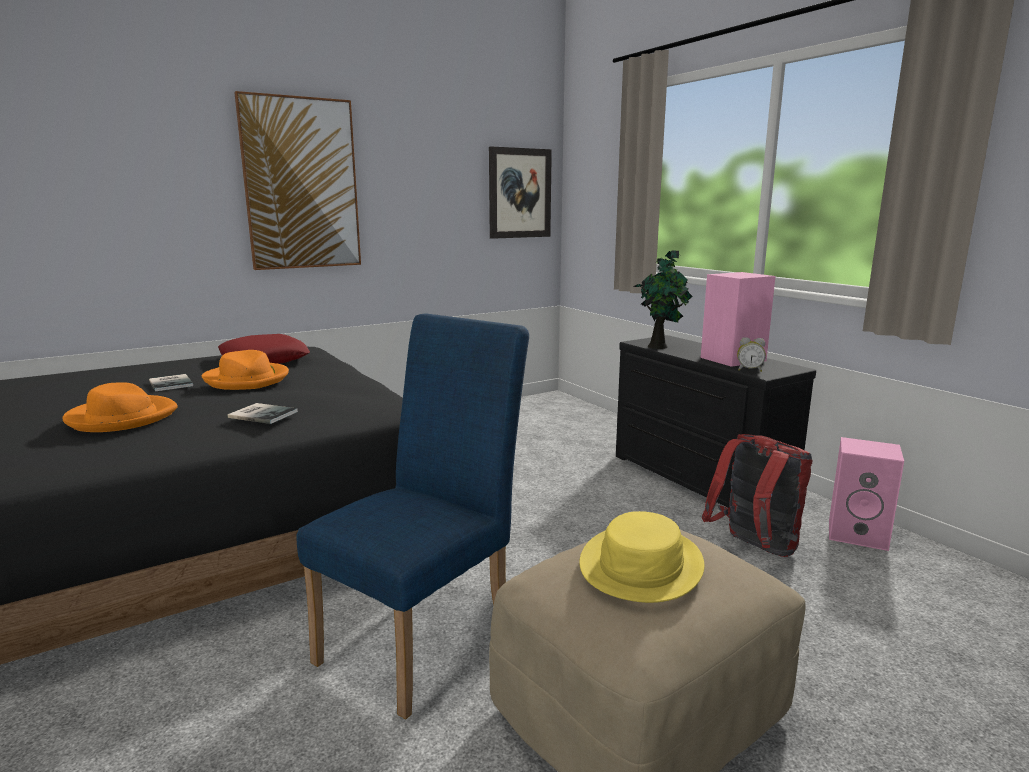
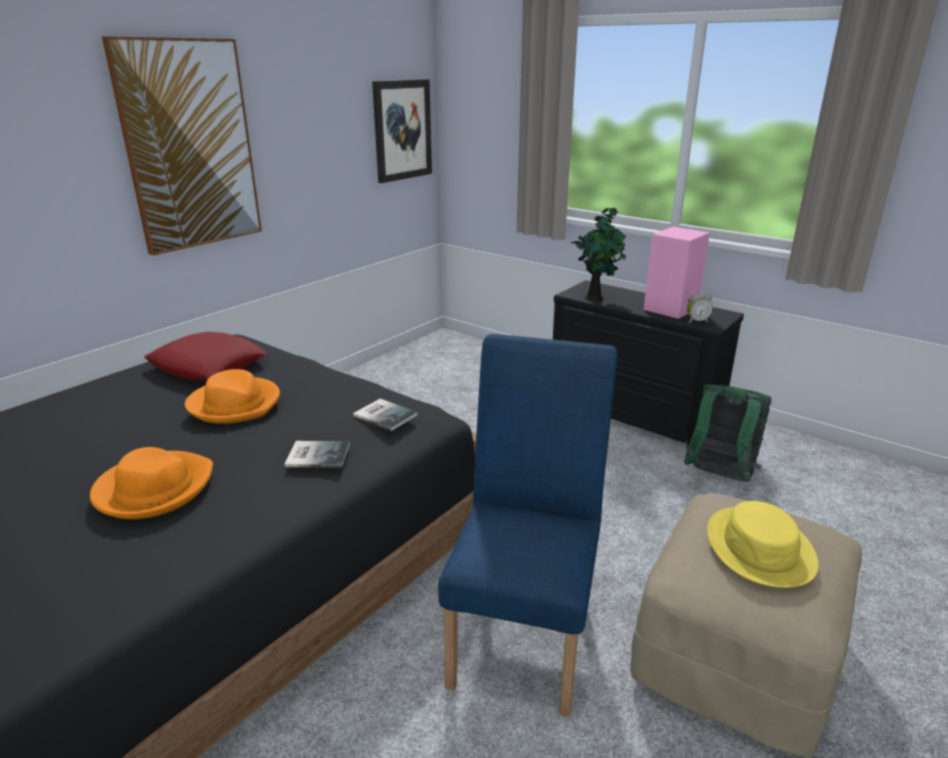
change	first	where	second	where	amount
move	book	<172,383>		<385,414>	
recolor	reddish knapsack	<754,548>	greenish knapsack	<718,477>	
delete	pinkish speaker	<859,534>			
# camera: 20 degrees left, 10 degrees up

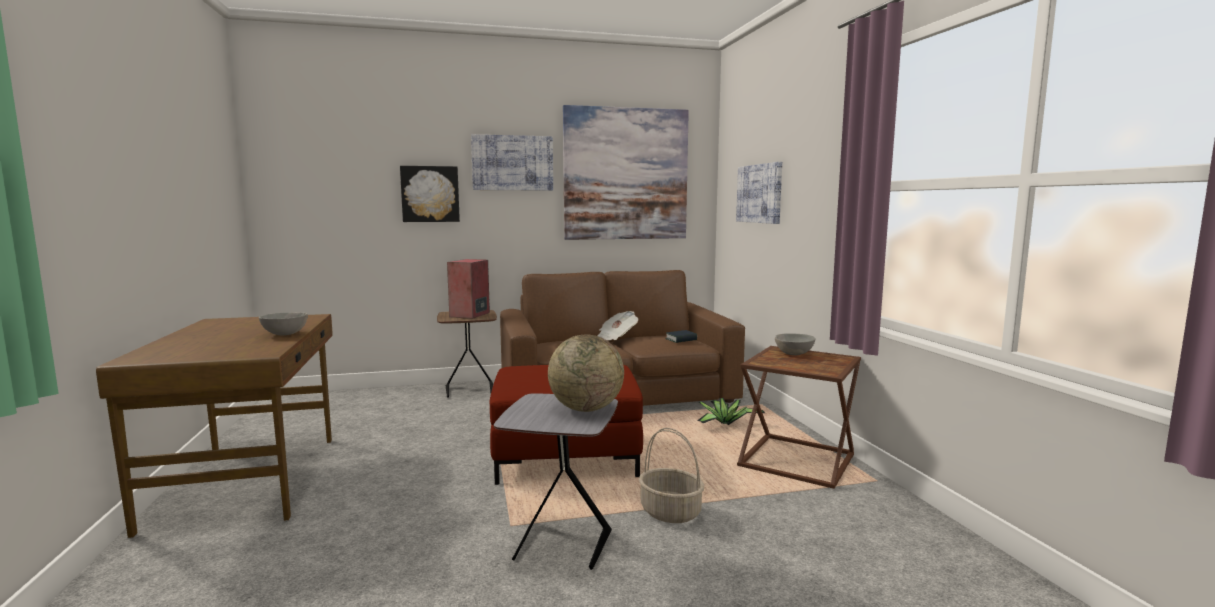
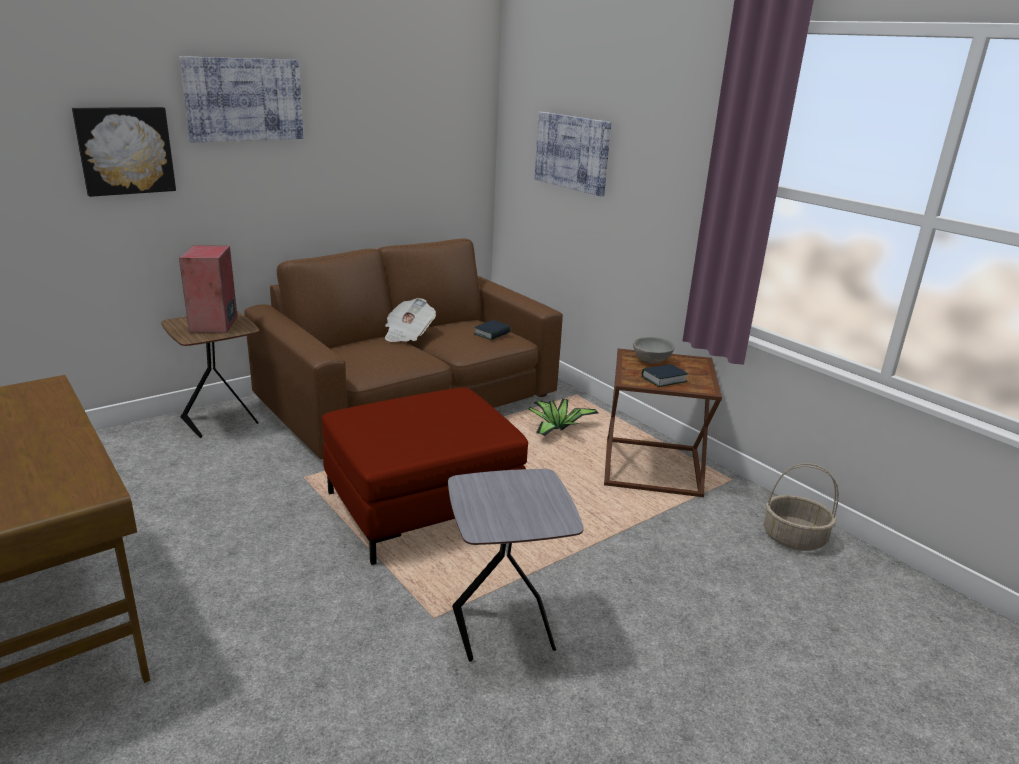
change	first	where	second	where	amount
insert			book	<663,379>	
move	storage basket	<671,512>		<794,538>	
delete	greyish serving bowl	<284,334>			
delete	globe	<586,409>			
delete	wall art	<626,174>			
# camera: 25 degrees left, 15 degrees up

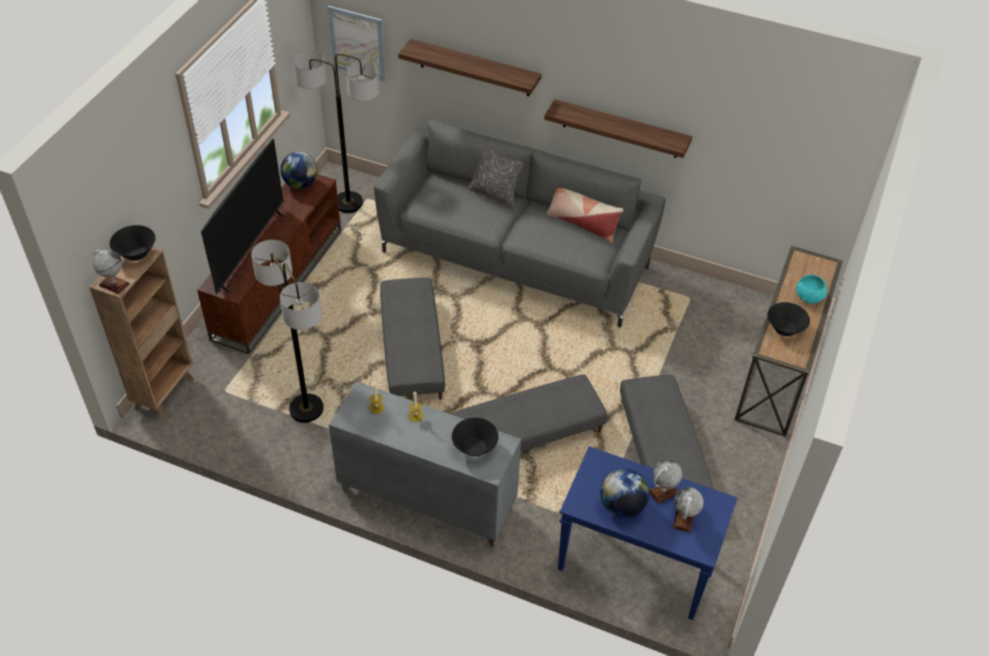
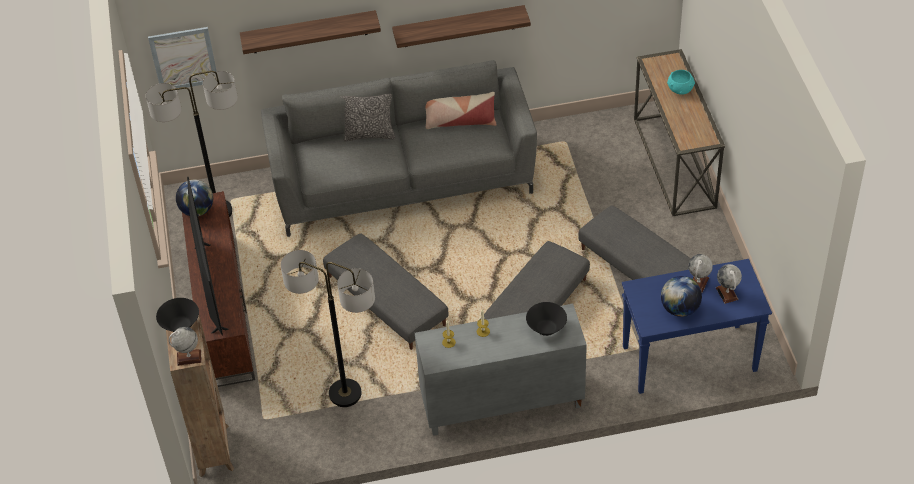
change	first	where	second	where	amount
delete	blackish serving bowl	<784,329>			
# camera: 30 degrees left, 0 degrees up

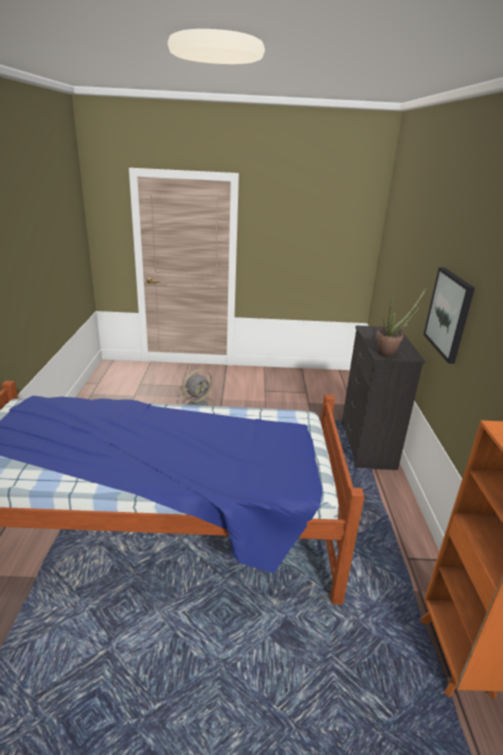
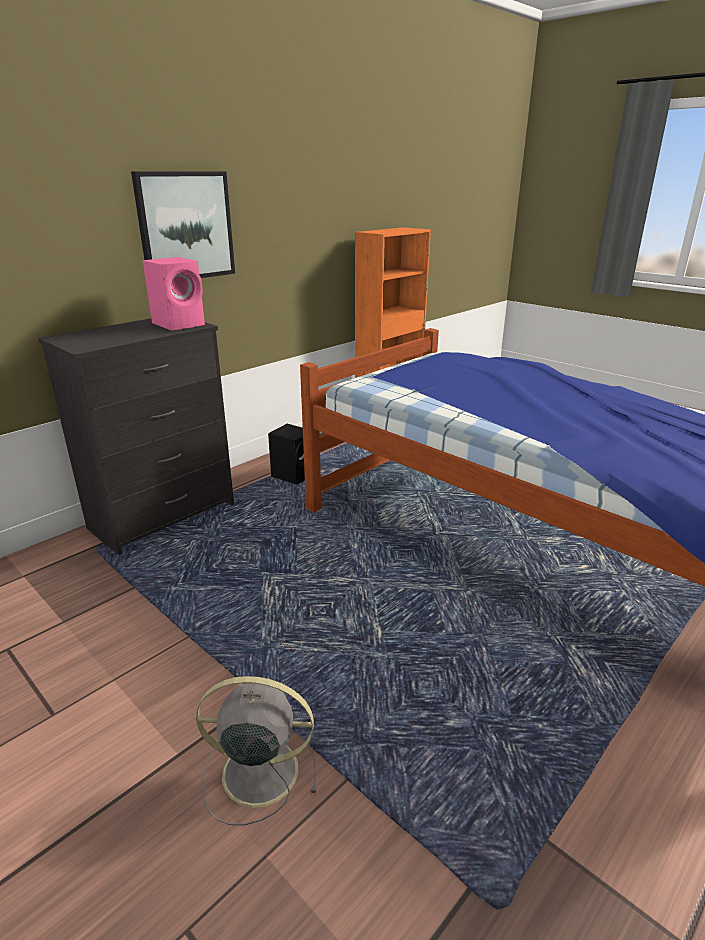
change	first	where	second	where	amount
replace	houseplant	<390,353>	pinkish speaker	<180,324>	
insert			blackish speaker	<294,475>	
# camera: 135 degrees left, 0 degrees up

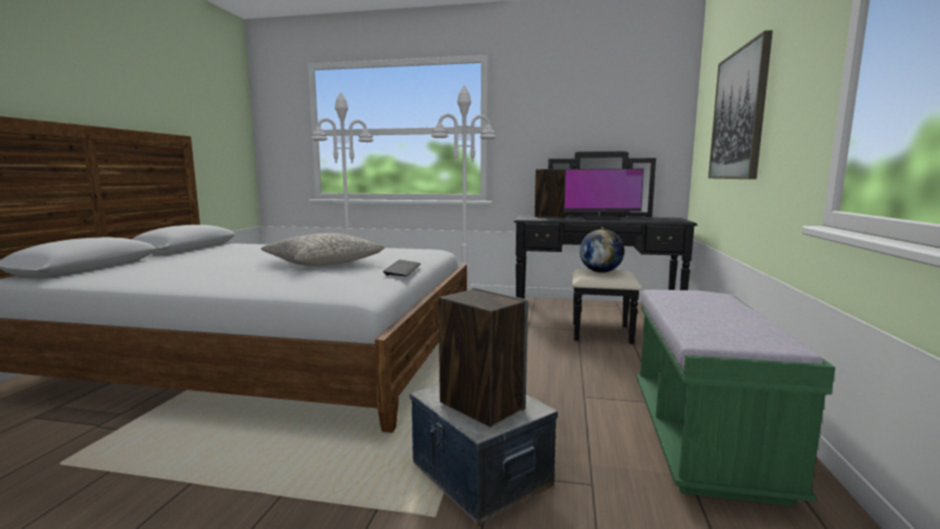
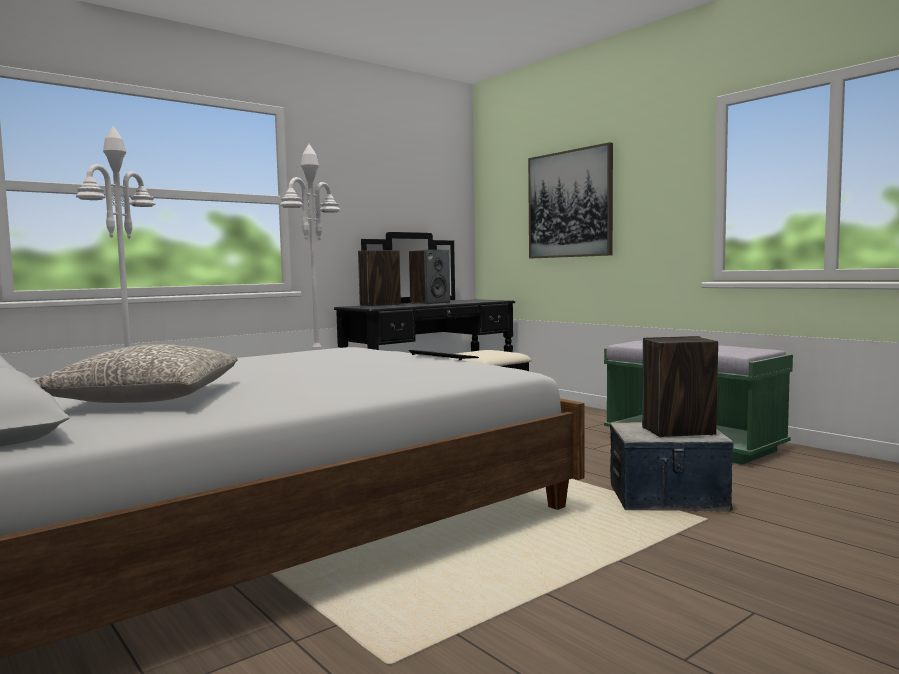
change	first	where	second	where	amount
move	greyish throw pillow	<324,263>		<146,399>	
replace	computer display	<601,218>	speaker	<430,303>	
delete	globe	<600,272>			
# camera: 50 degrees left, 5 degrees down

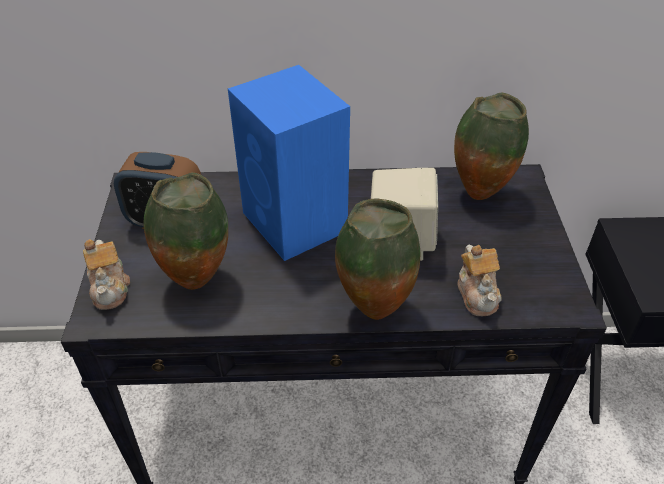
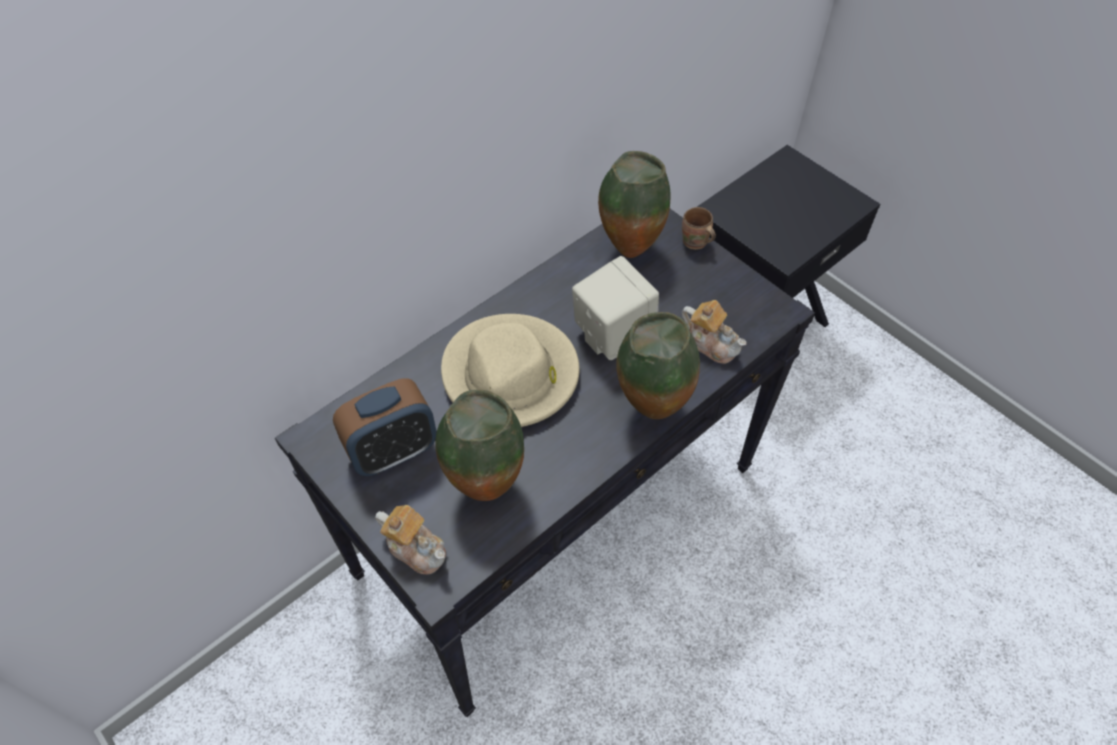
change	first	where	second	where	amount
replace	blue speaker	<296,223>	sand-coloured hat	<511,375>	
insert			brown-coloured mug	<695,243>	
# camera: 40 degrees left, 10 degrees up

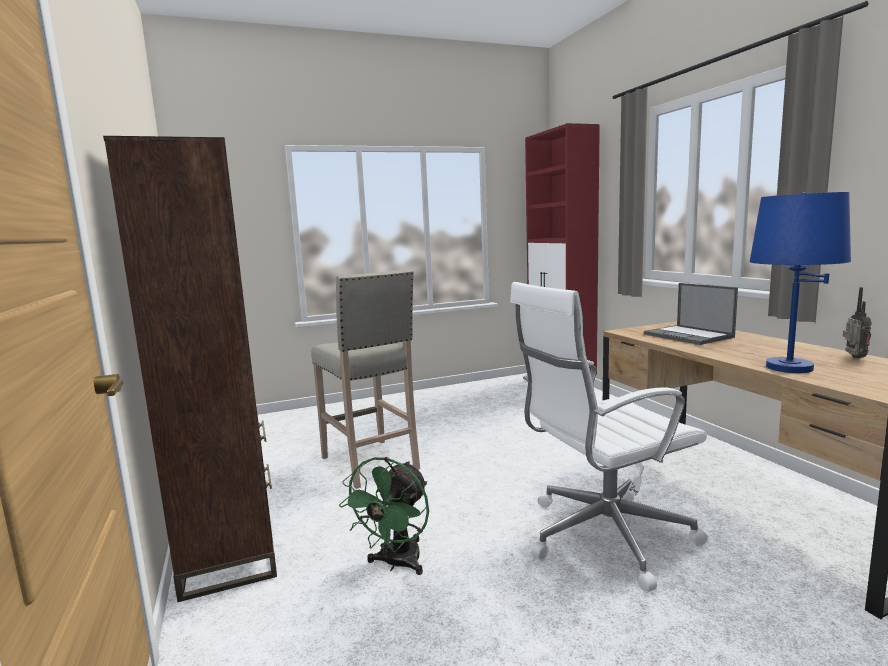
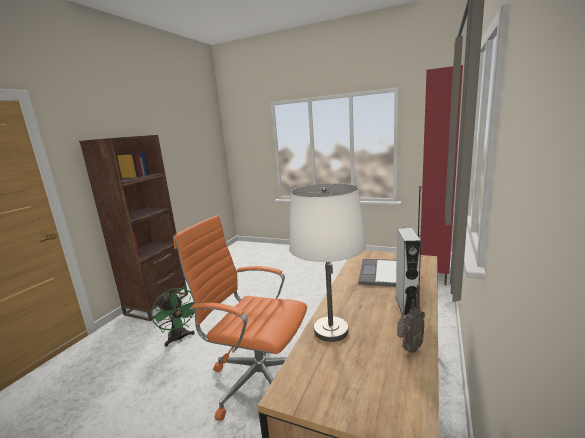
change	first	where	second	where	amount
rotate	greenish fan	<396,564>		<179,338>	105 degrees counterclockwise
recolor	whitish desk chair	<603,536>	orangey desk chair	<258,379>	
recolor	blue tabletop lamp	<789,368>	whitish tabletop lamp	<330,330>	
insert			greyish speaker	<406,306>	
delete	sand-coloured sitting stool	<370,464>			
# camera: 45 degrees right, 5 degrees up

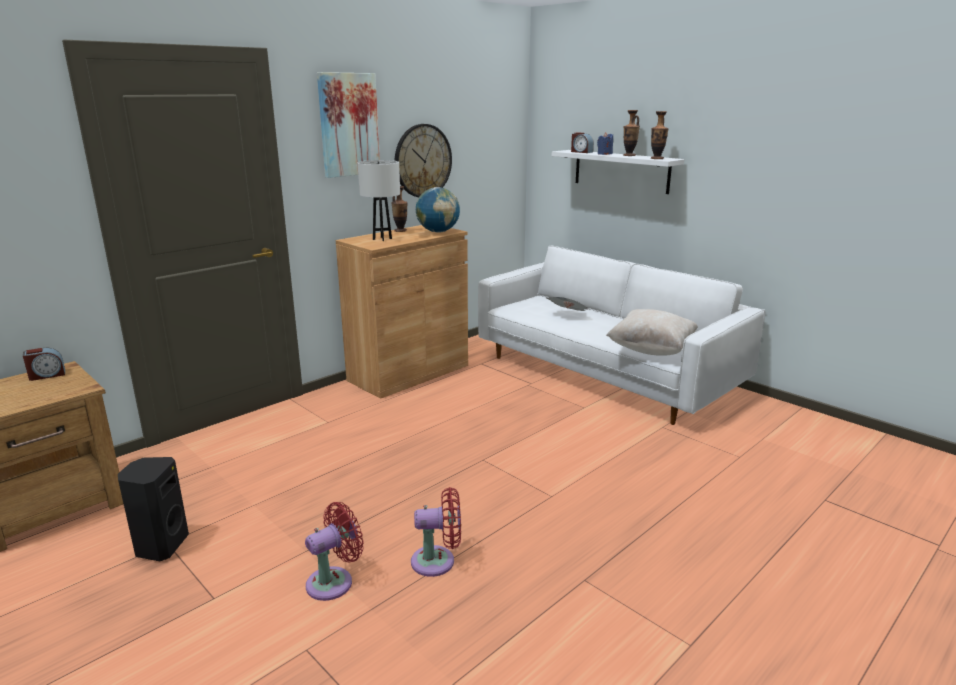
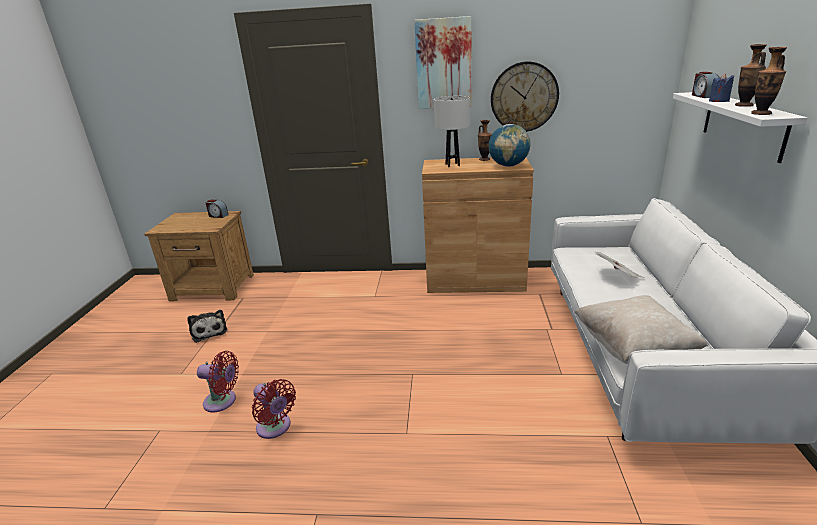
change	first	where	second	where	amount
replace	blackish speaker	<160,546>	cuddly toy	<209,331>	
# camera: 50 degrees right, 5 degrees up

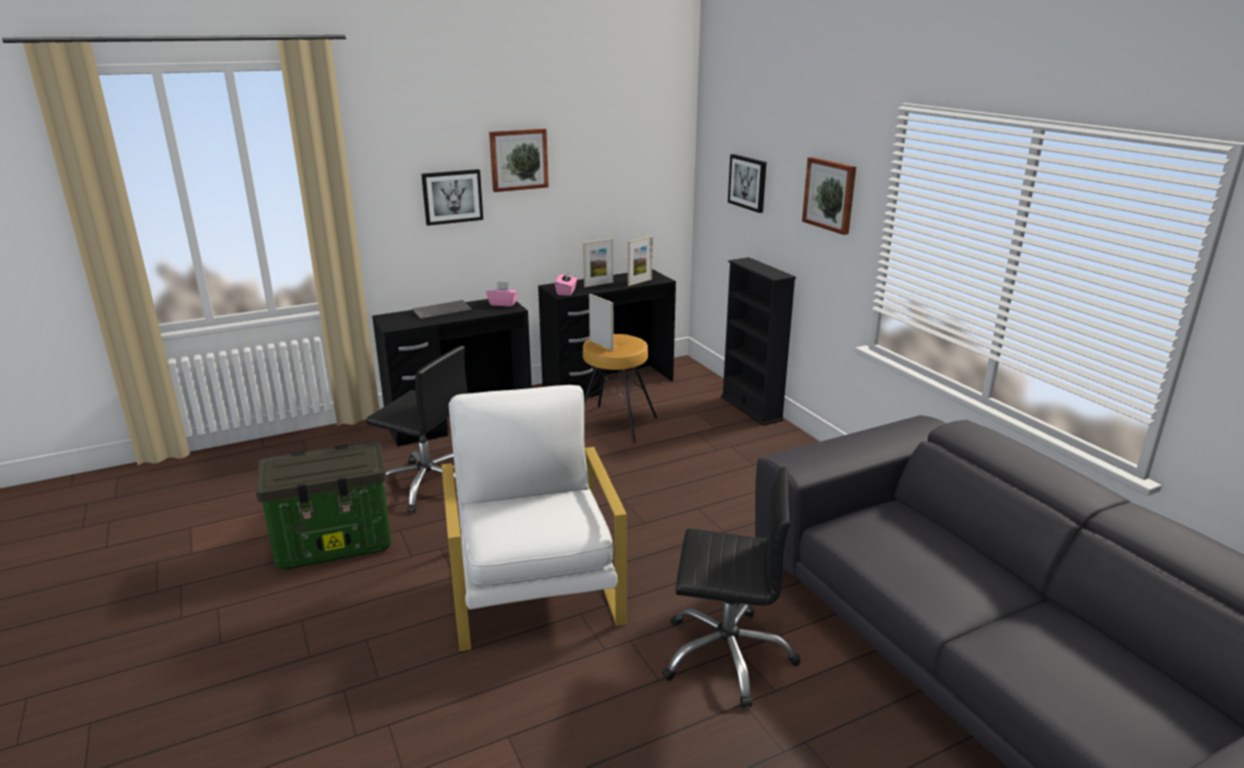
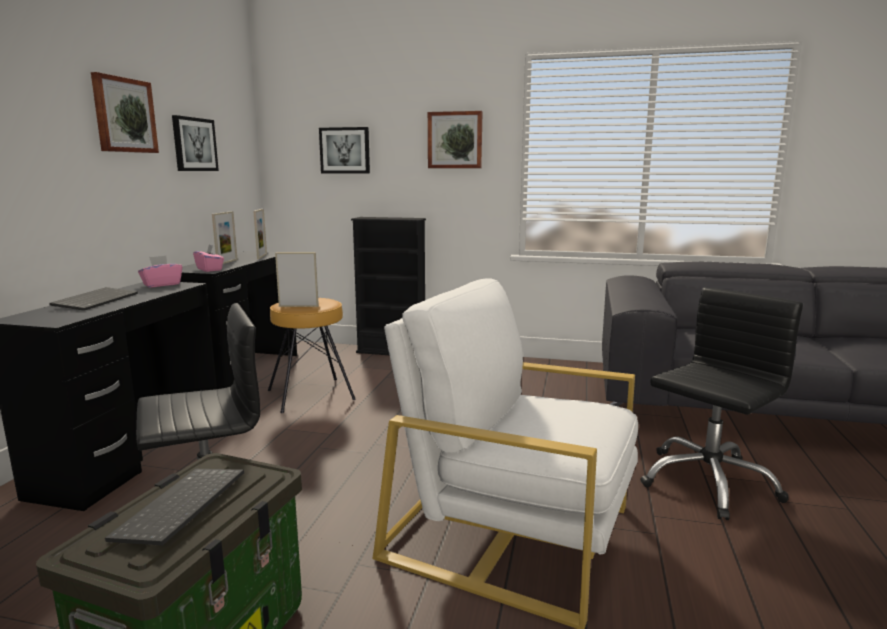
change	first	where	second	where	amount
insert			computer keyboard	<182,508>	
move	wall art	<452,196>		<194,144>	
# camera: 50 degrees left, 10 degrees down

